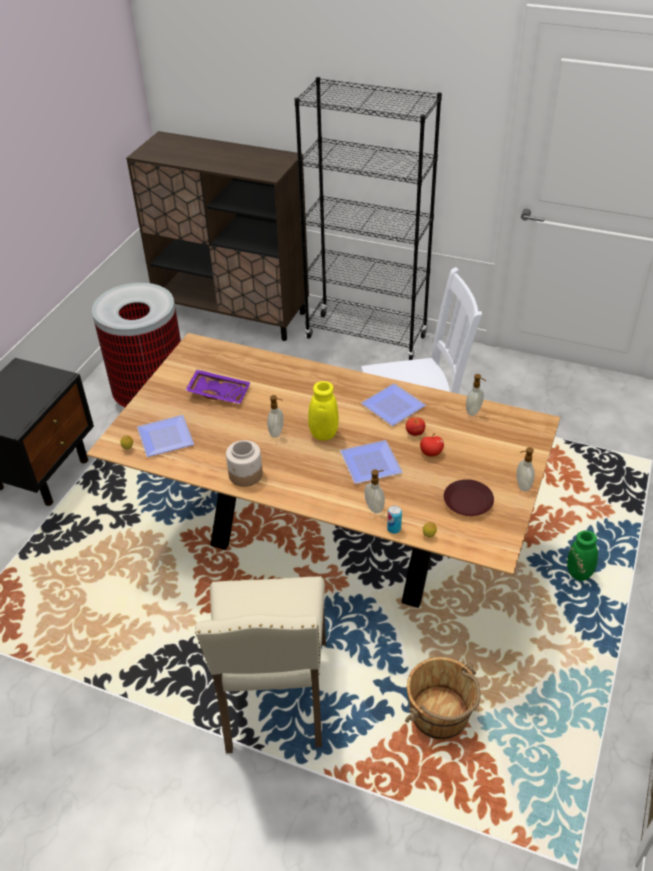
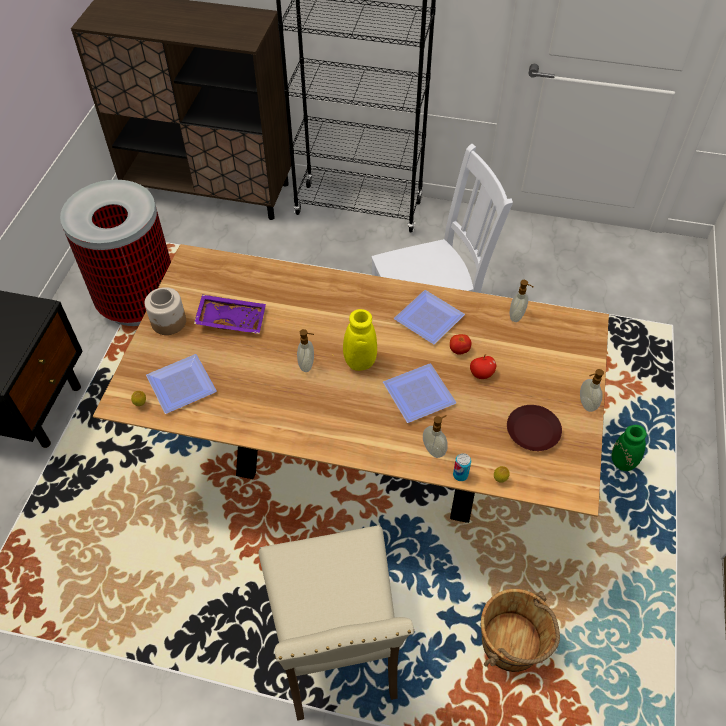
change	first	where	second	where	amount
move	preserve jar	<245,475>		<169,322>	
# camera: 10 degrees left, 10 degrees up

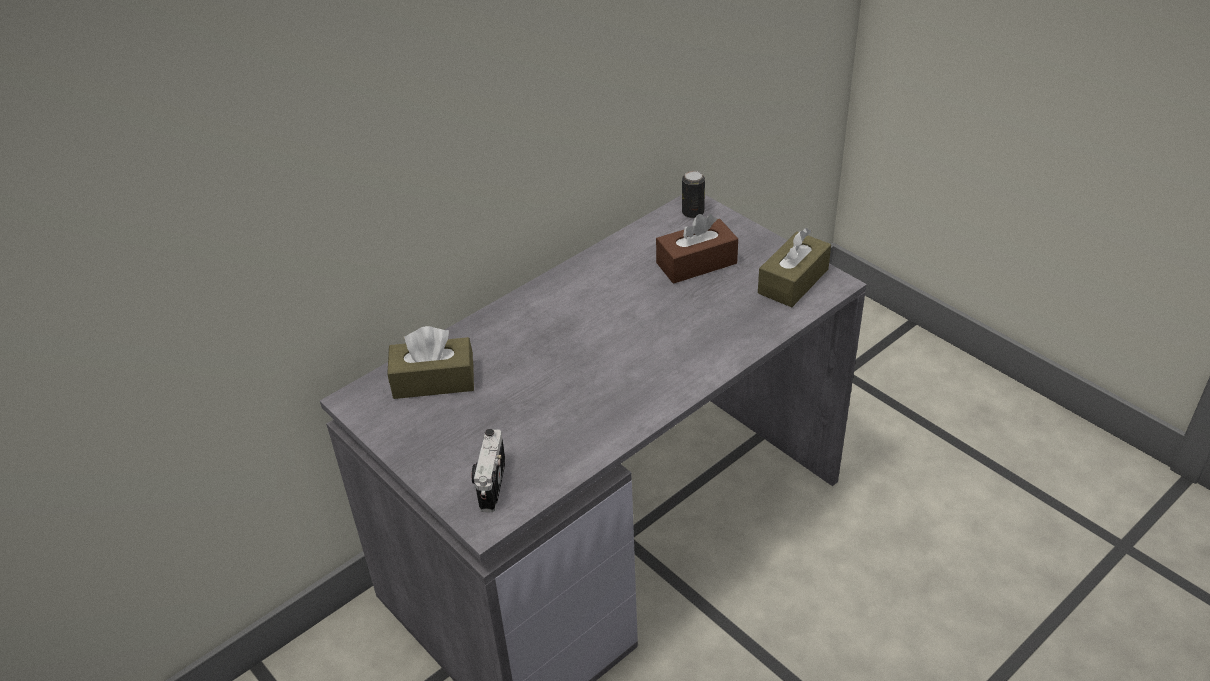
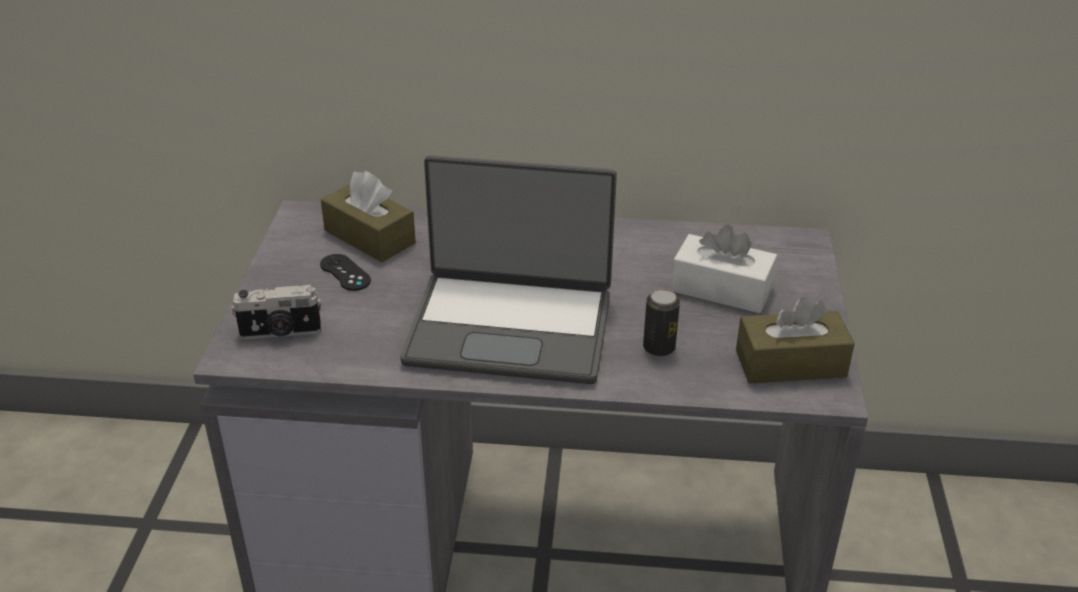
change	first	where	second	where	amount
rotate	still camera	<490,484>		<280,333>	150 degrees counterclockwise
insert			blackish gamepad	<345,273>	
insert			laptop	<510,327>	
move	can	<693,213>		<659,348>	
recolor	brown-coloured box of tissues	<696,263>	whitish box of tissues	<721,289>	
# camera: 45 degrees right, 5 degrees down

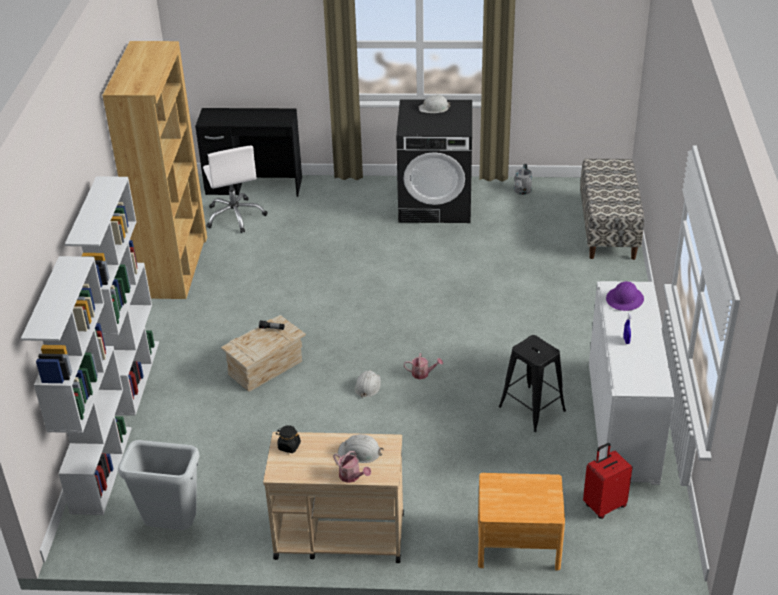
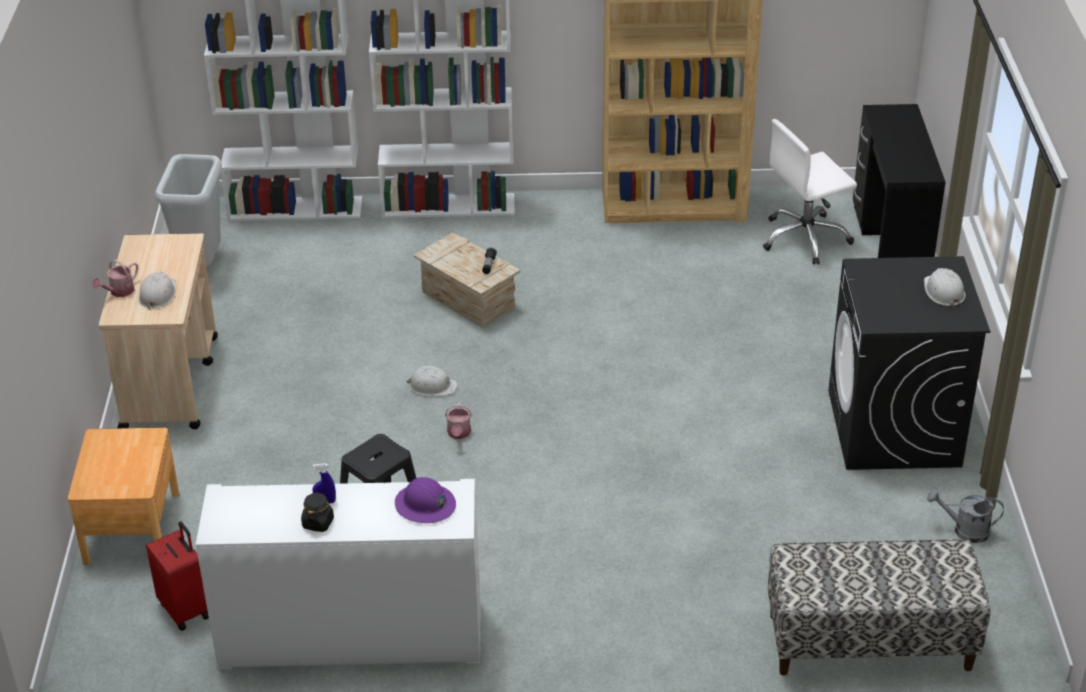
change	first	where	second	where	amount
move	blackish preserve jar	<289,446>		<318,523>	
# camera: 85 degrees right, 0 degrees up

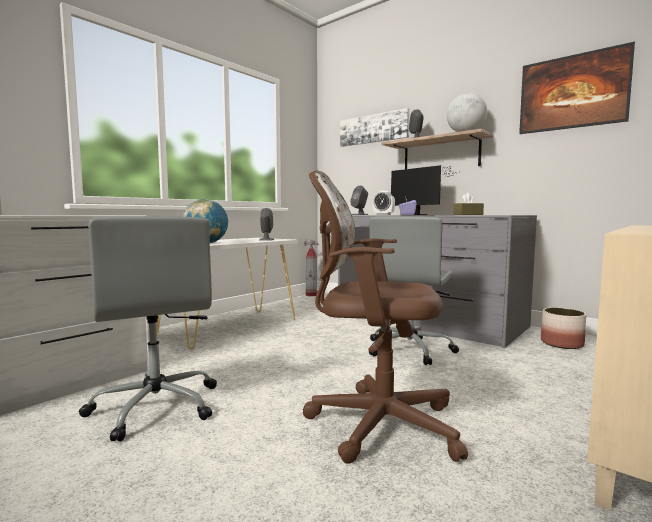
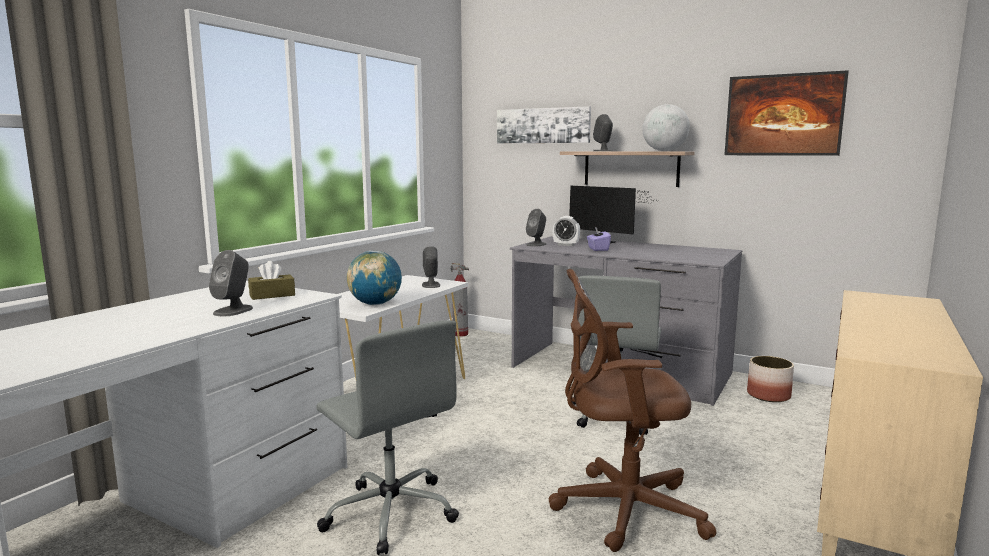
change	first	where	second	where	amount
insert			greyish speaker	<233,311>	
move	brown-coloured box of tissues	<468,214>		<272,295>	
# camera: 10 degrees left, 5 degrees up

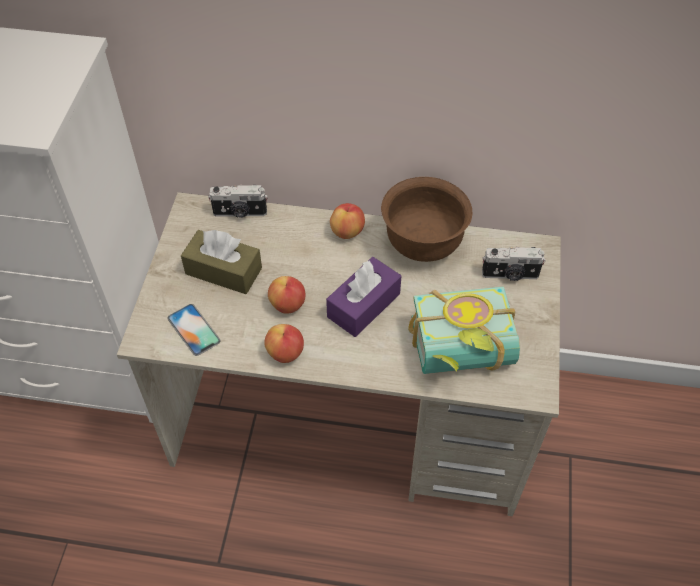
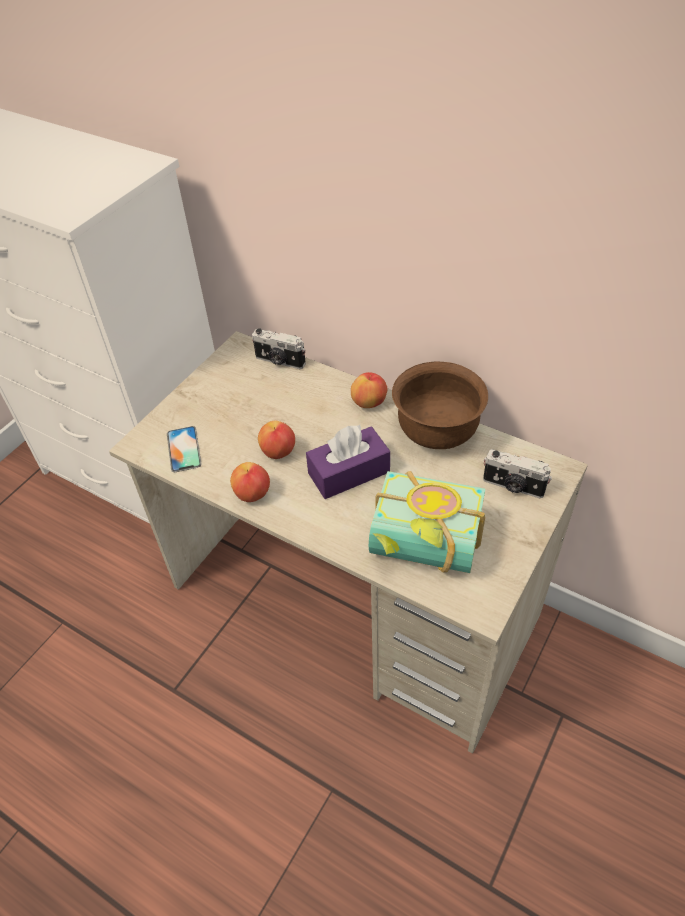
change	first	where	second	where	amount
delete	brown-coloured box of tissues	<223,271>			
# camera: 25 degrees right, 5 degrees down

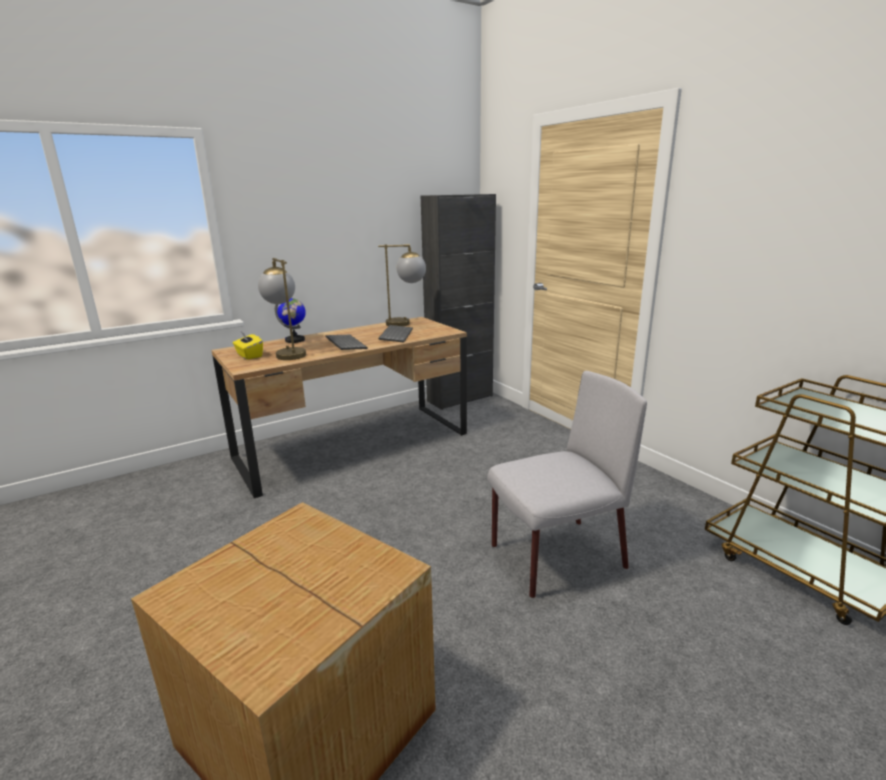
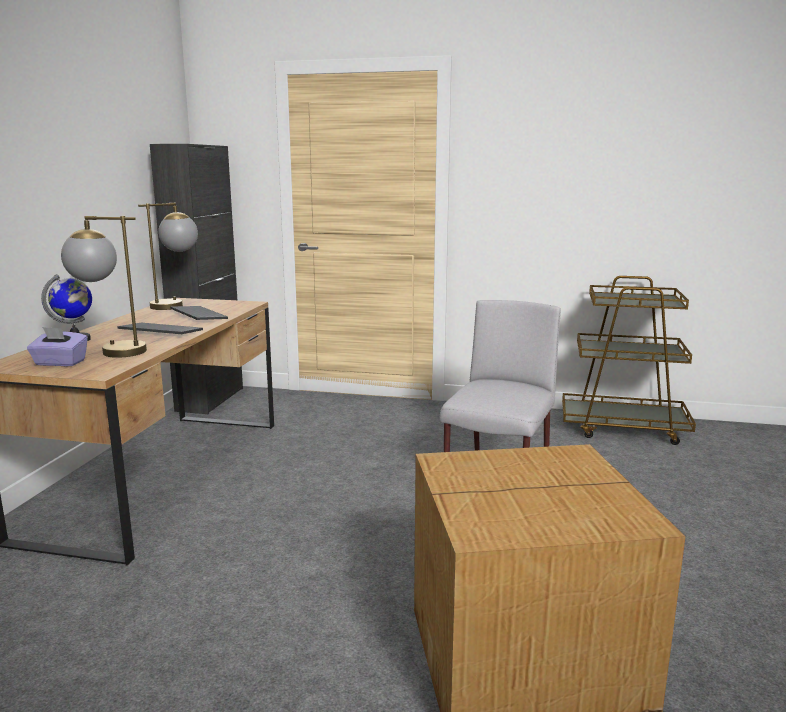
change	first	where	second	where	amount
recolor	yellow-coloured box of tissues	<249,355>	purplish box of tissues	<60,363>	
# camera: 45 degrees left, 5 degrees down

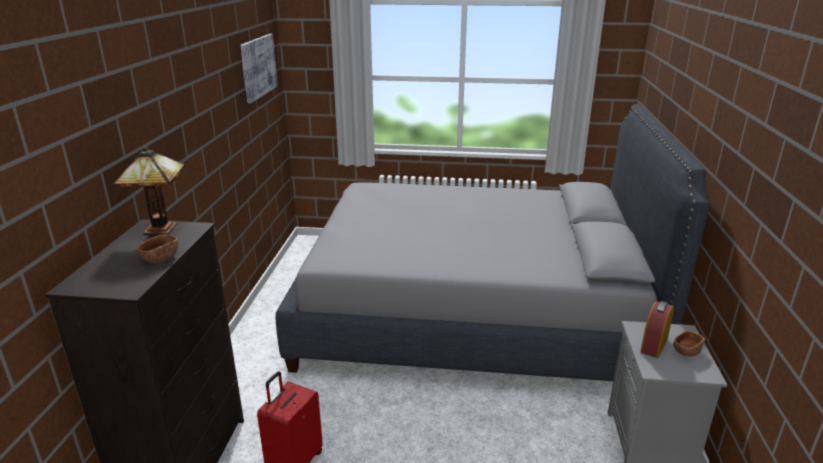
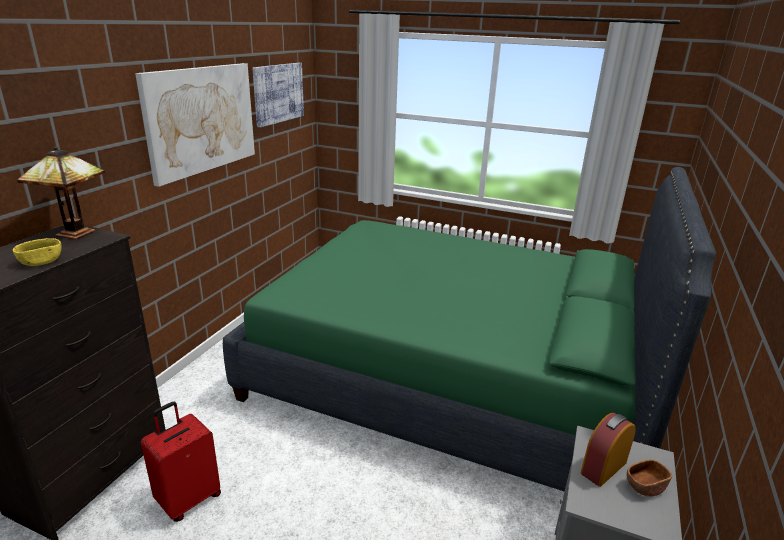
change	first	where	second	where	amount
recolor	brown-coloured serving bowl	<160,258>	yellow-coloured serving bowl	<41,262>	
insert			wall art	<201,119>	
recolor	greyish sleeping bed	<471,314>	greenish sleeping bed	<449,376>	
# camera: 15 degrees right, 0 degrees up

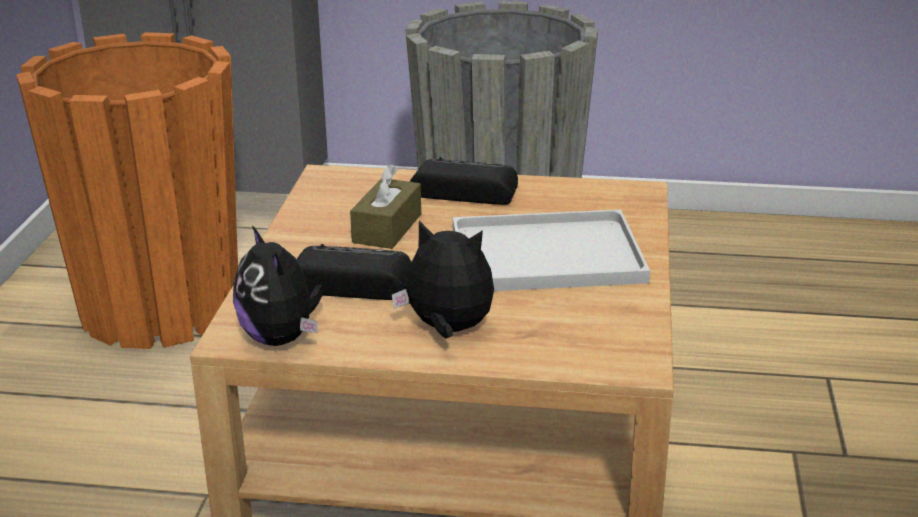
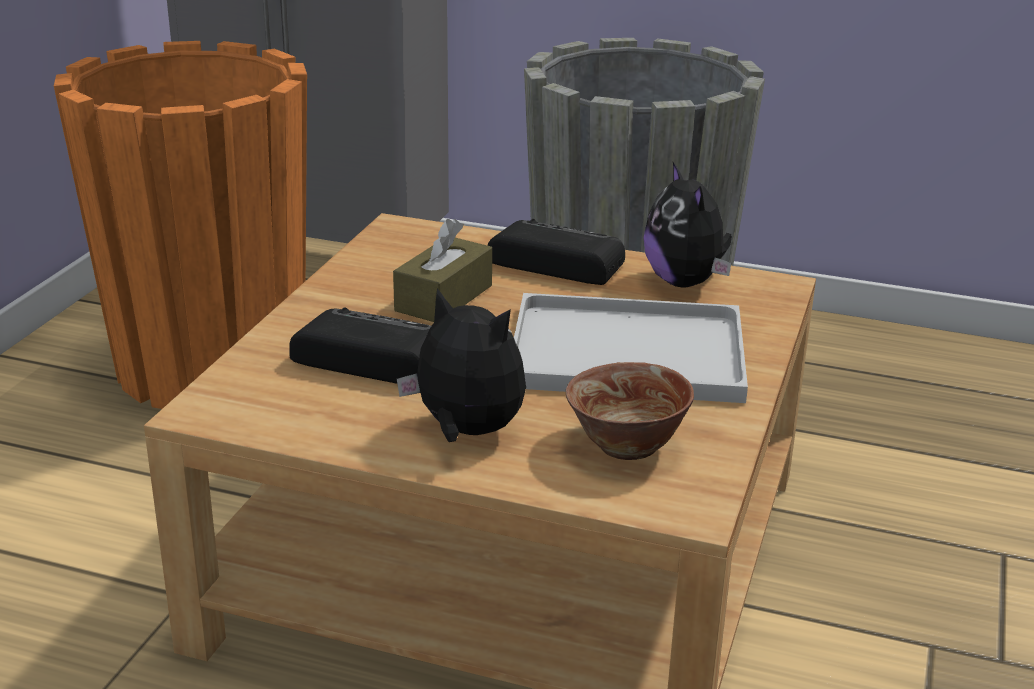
change	first	where	second	where	amount
insert			serving bowl	<626,446>	
move	cuddly toy	<281,338>		<686,282>	
# camera: 10 degrees right, 0 degrees up

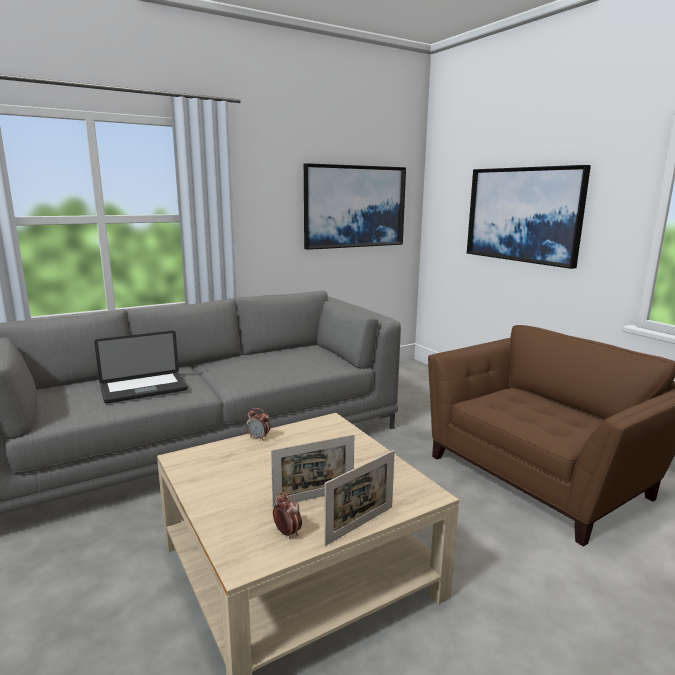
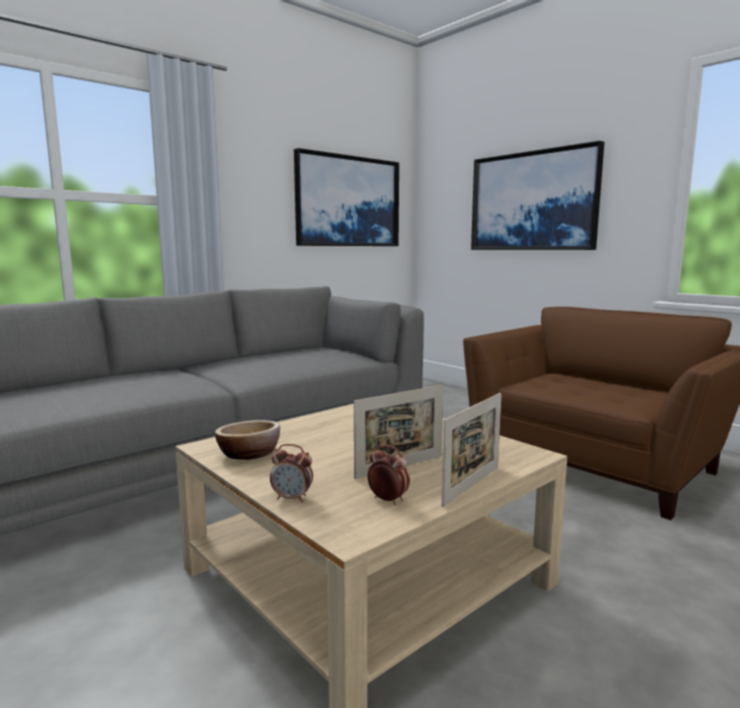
change	first	where	second	where	amount
insert			serving bowl	<249,454>	
move	table clock	<258,438>		<292,498>	
delete	laptop	<144,389>			
# camera: 10 degrees left, 5 degrees down

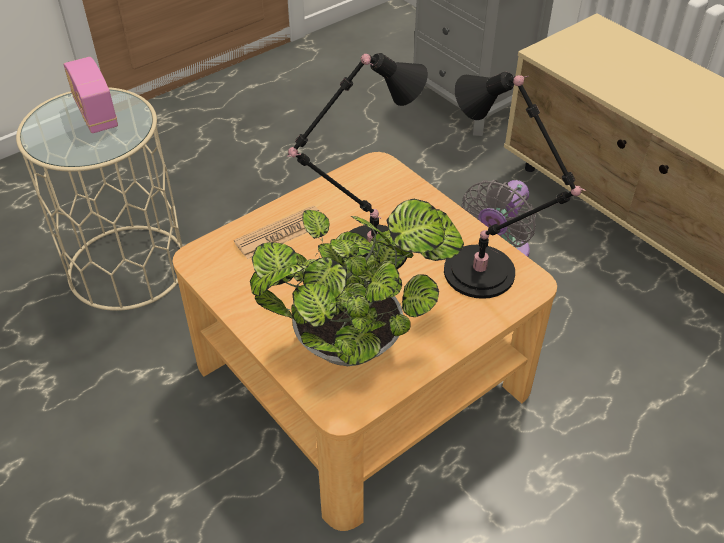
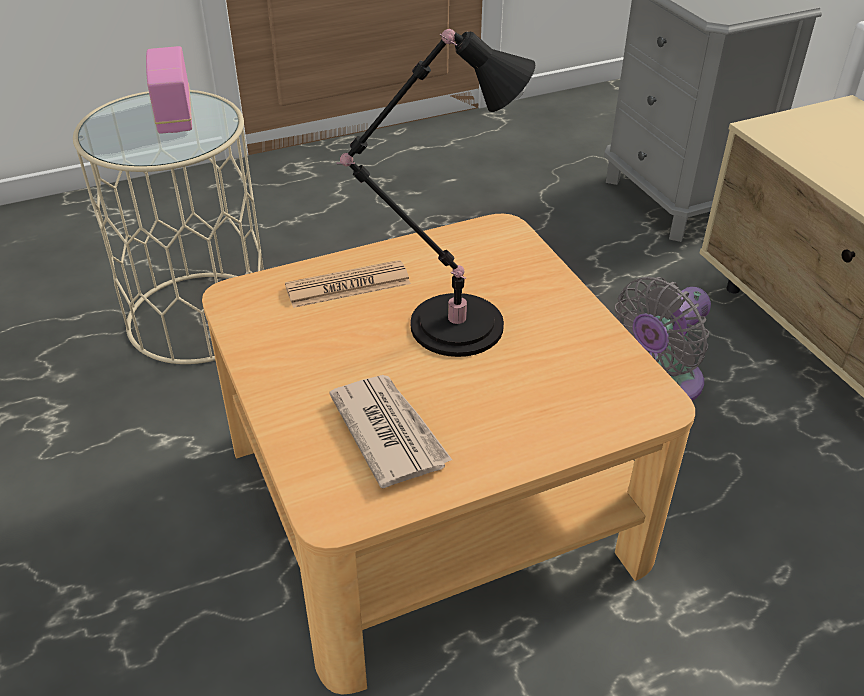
change	first	where	second	where	amount
replace	houseplant	<356,341>	daily paper	<389,431>	
delete	blackish tabletop lamp	<484,275>			
# camera: 15 degrees right, 5 degrees down

